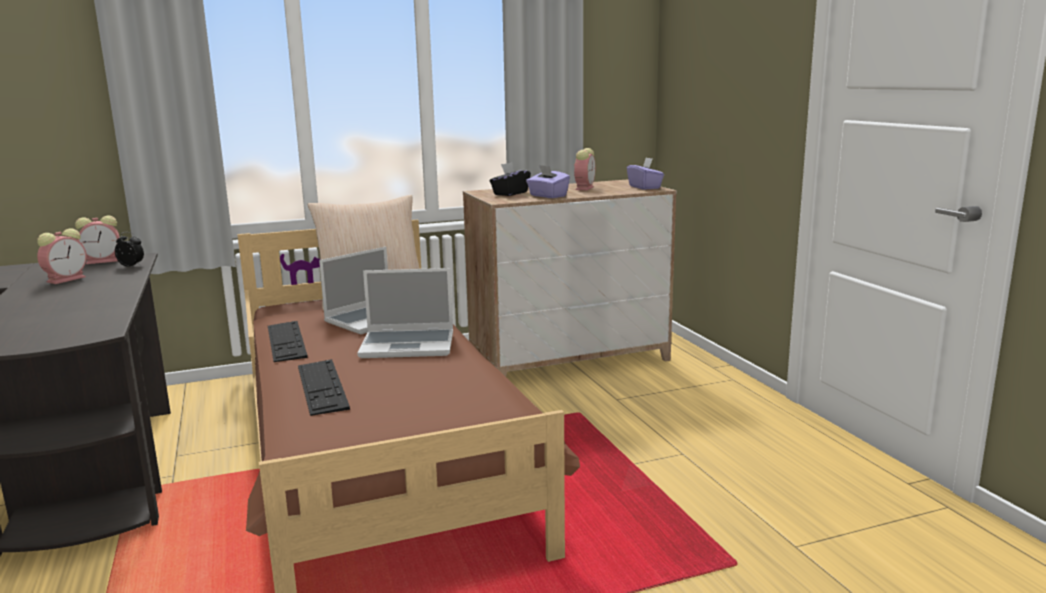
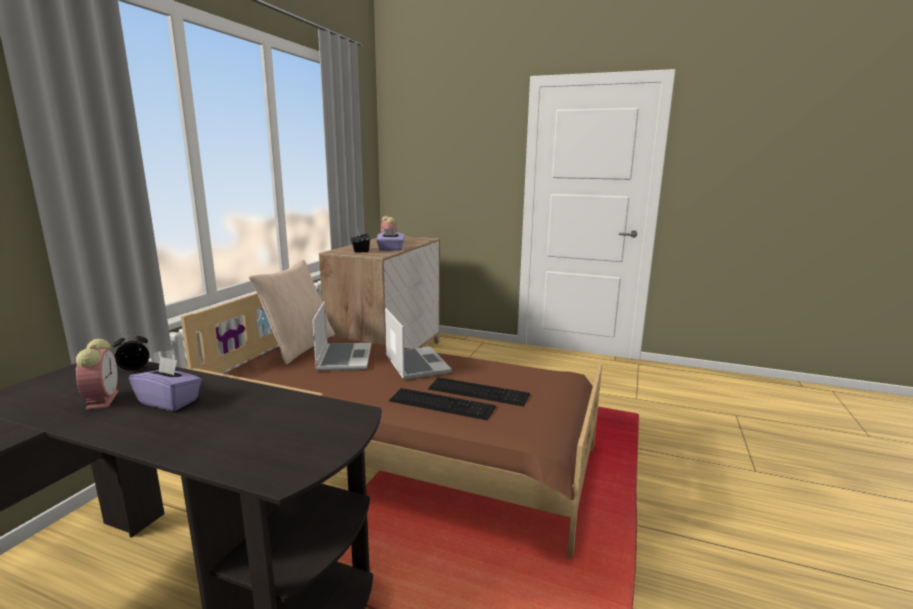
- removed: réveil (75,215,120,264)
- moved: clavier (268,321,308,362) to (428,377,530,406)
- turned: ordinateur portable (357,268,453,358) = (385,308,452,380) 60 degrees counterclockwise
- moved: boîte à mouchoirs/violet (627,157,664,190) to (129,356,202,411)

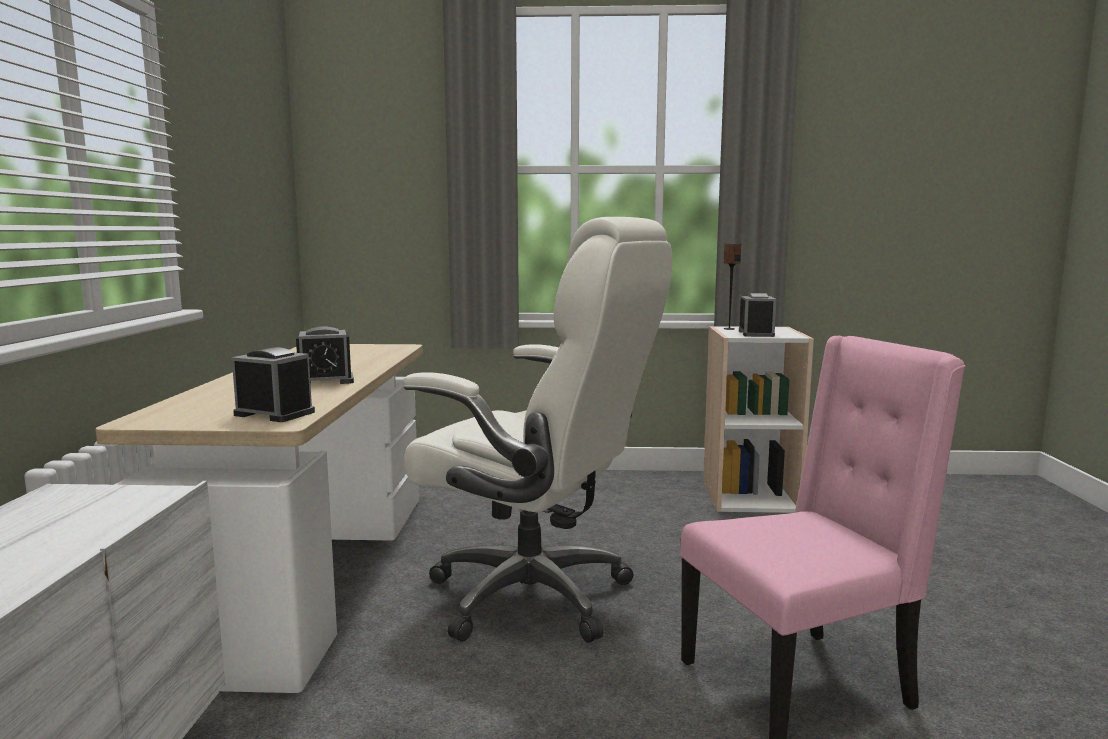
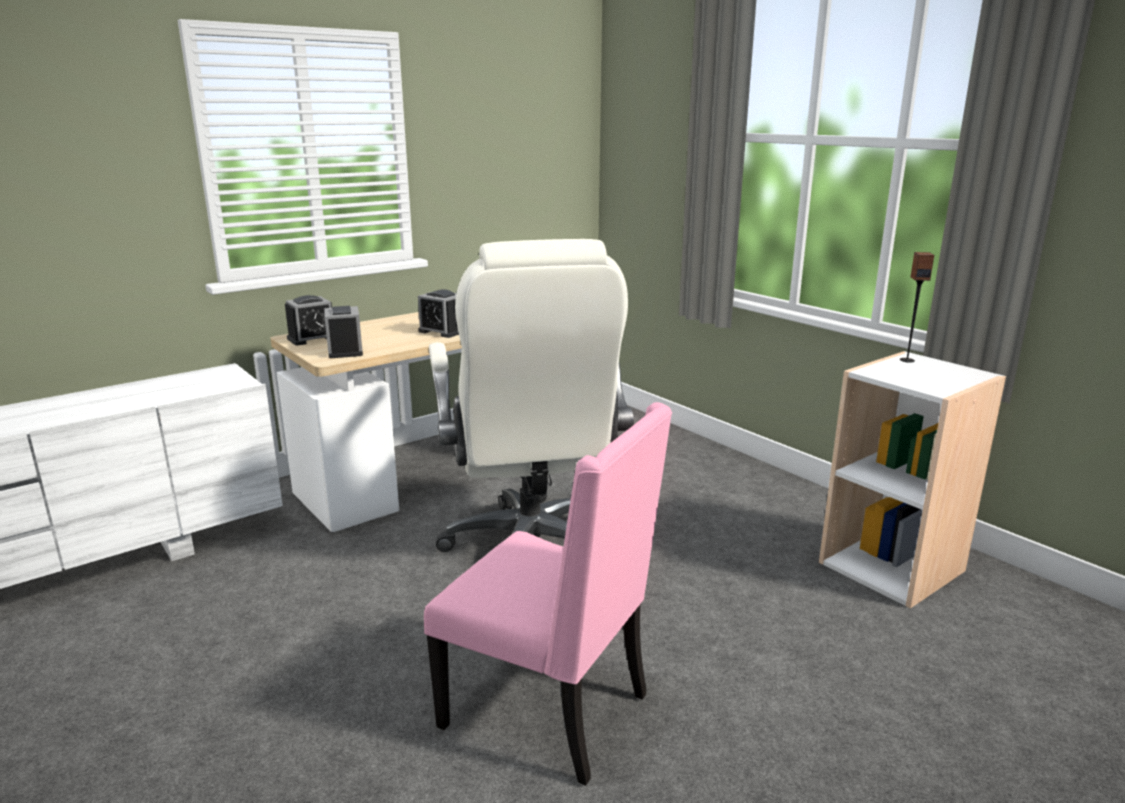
- moved: réveil (739,293,776,337) to (285,295,332,345)

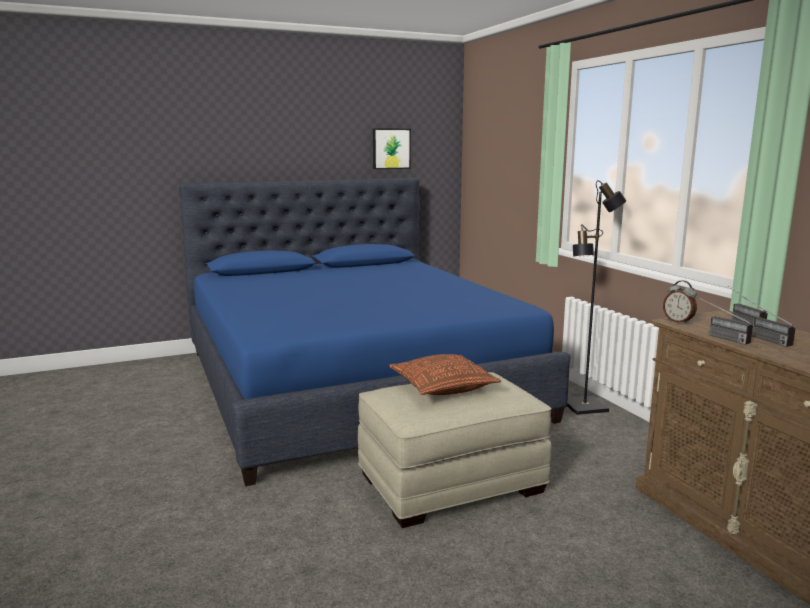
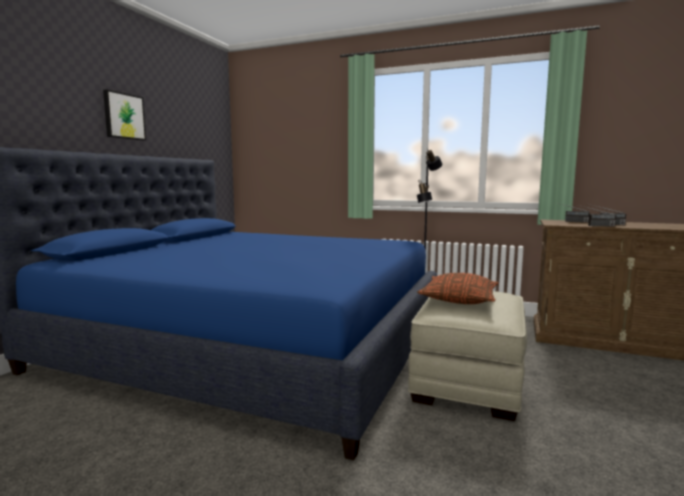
- moved: tableau (373,128,411,169) to (103,89,146,140)
- removed: réveil (663,280,697,324)

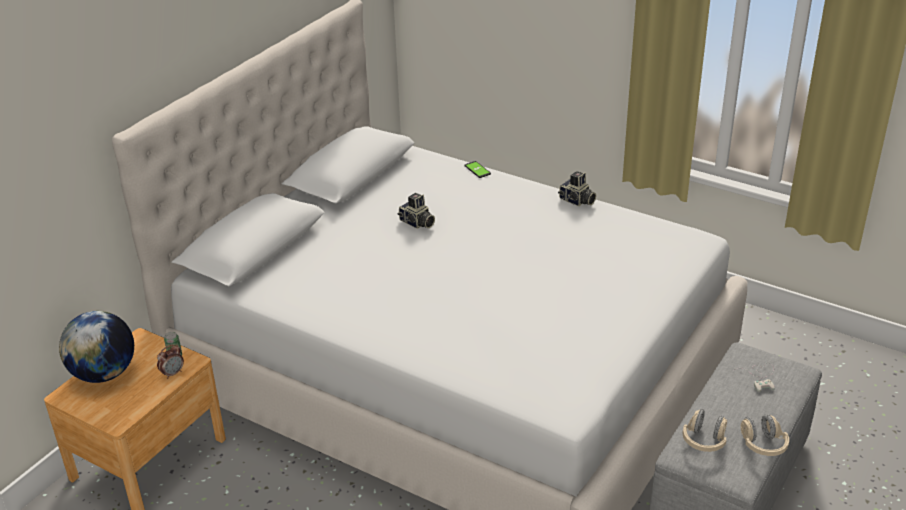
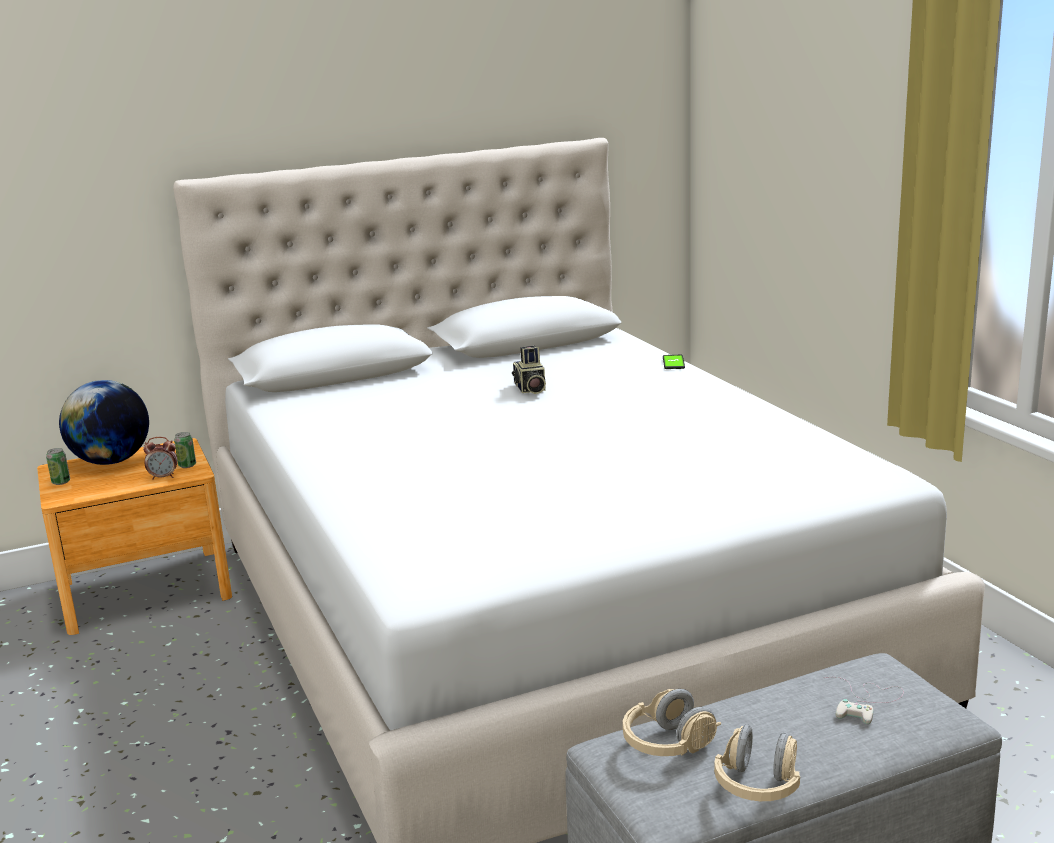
- removed: appareil photo (558,171,596,206)
- added: boîte métallique (46,448,70,485)

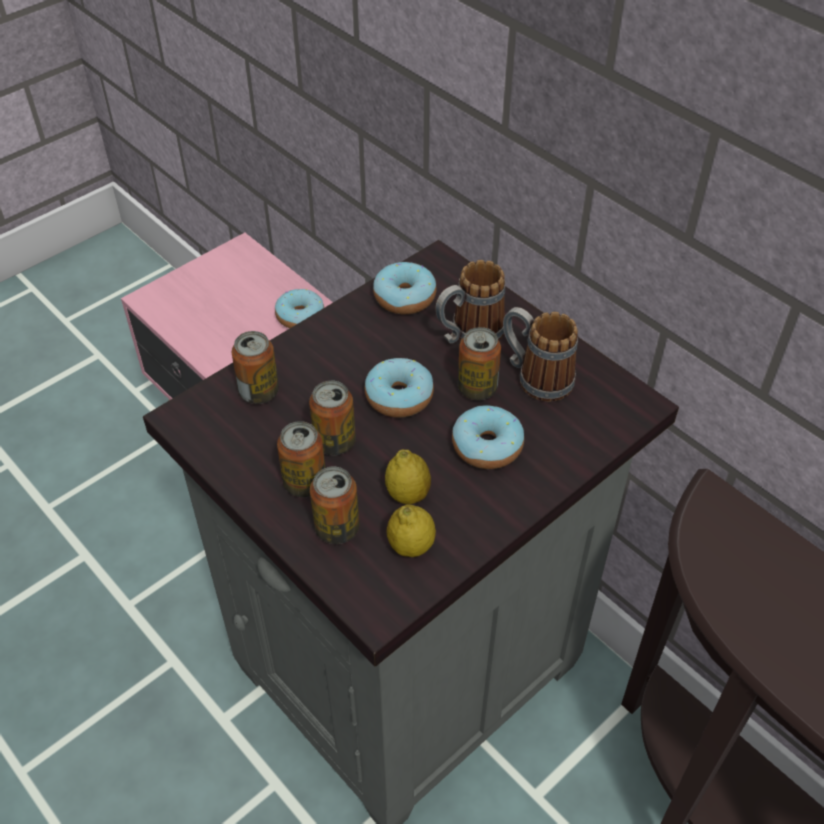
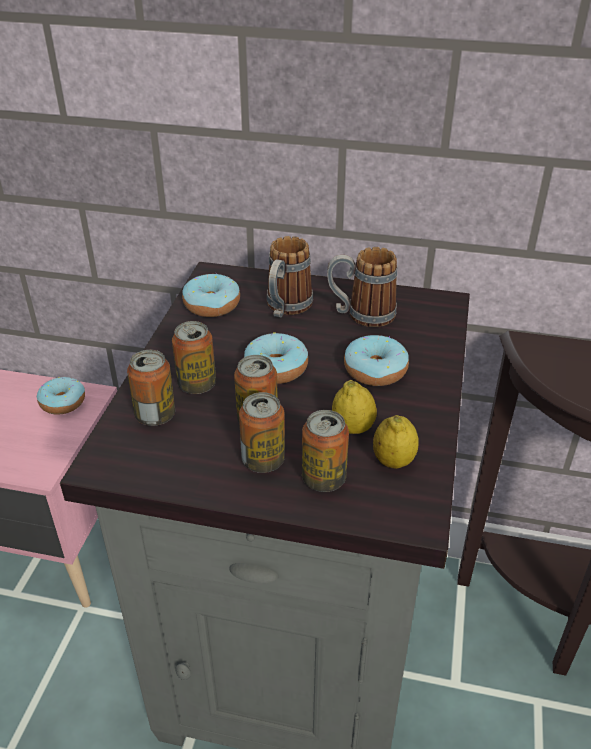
- moved: boîte métallique (458,327,501,400) to (172,321,216,394)

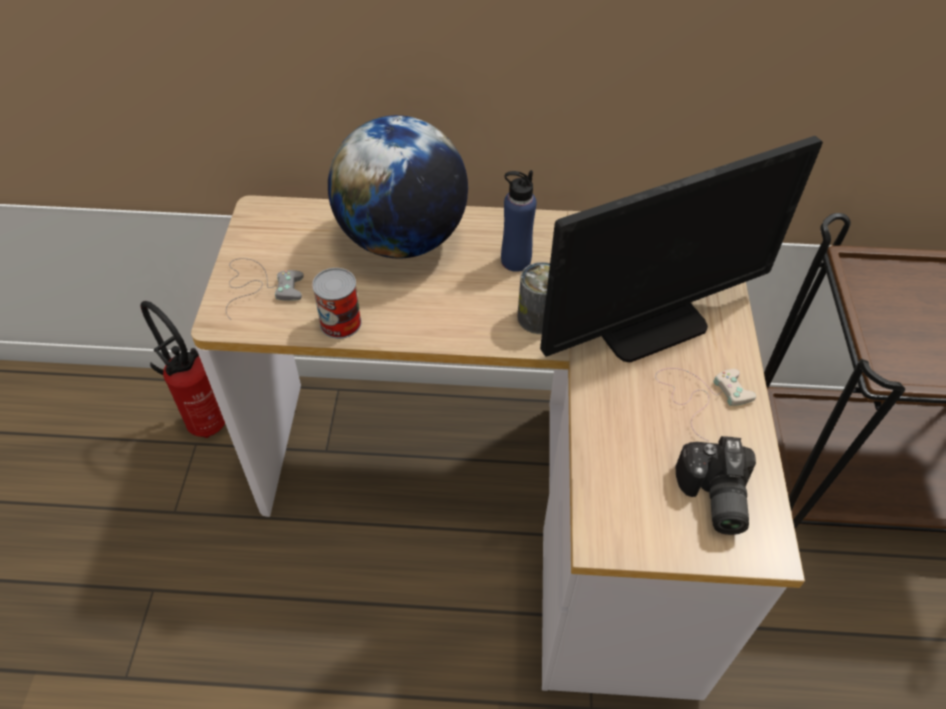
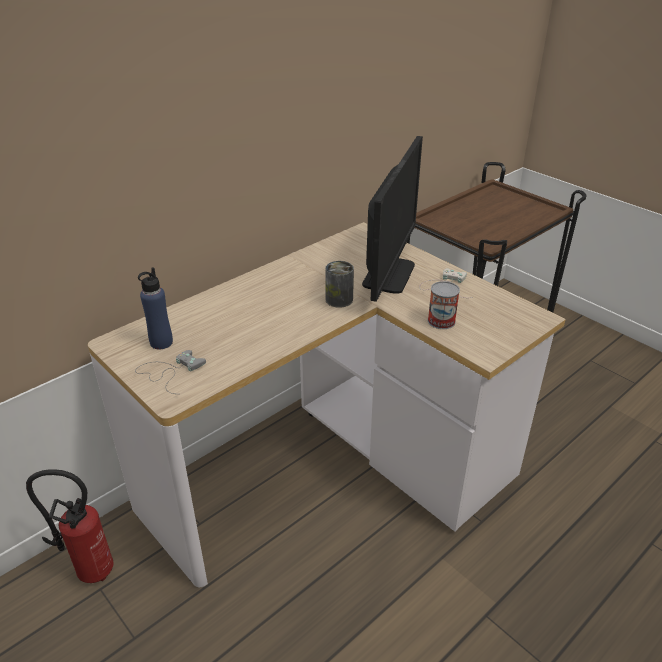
- moved: boîte métallique (312,268,361,339) to (428,281,460,329)
- removed: globe (328,115,468,258)
- moved: bouteille/bleu (501,170,537,272) to (138,267,173,349)
- removed: appareil photo (675,436,756,535)

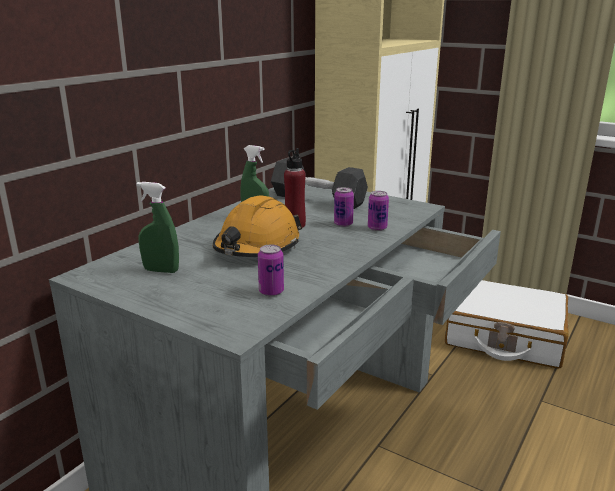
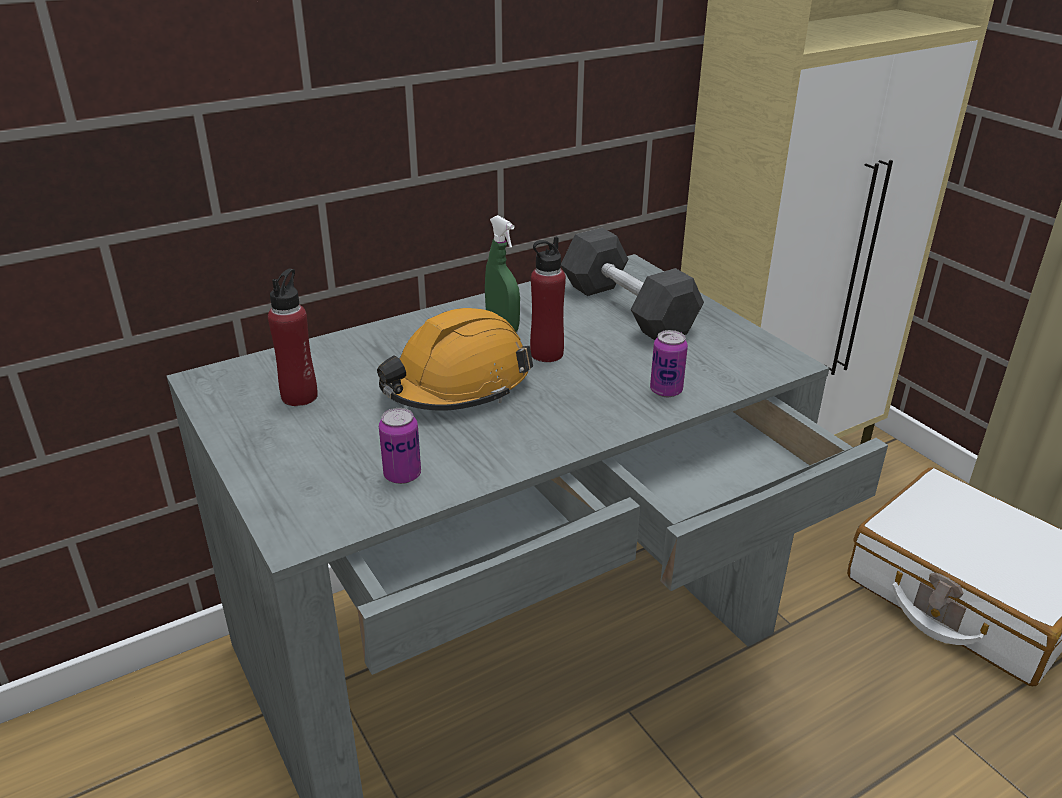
- replaced: vaporisateur/vert (137,182,179,273) to bouteille/rouge (268,268,318,406)
- removed: boîte métallique (334,187,354,227)

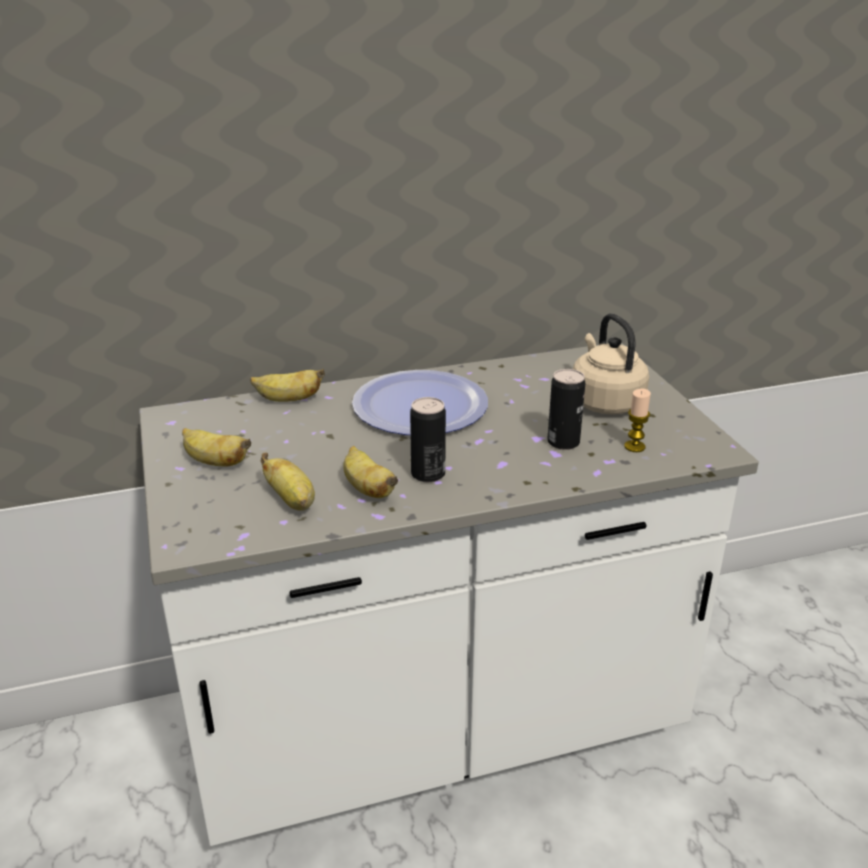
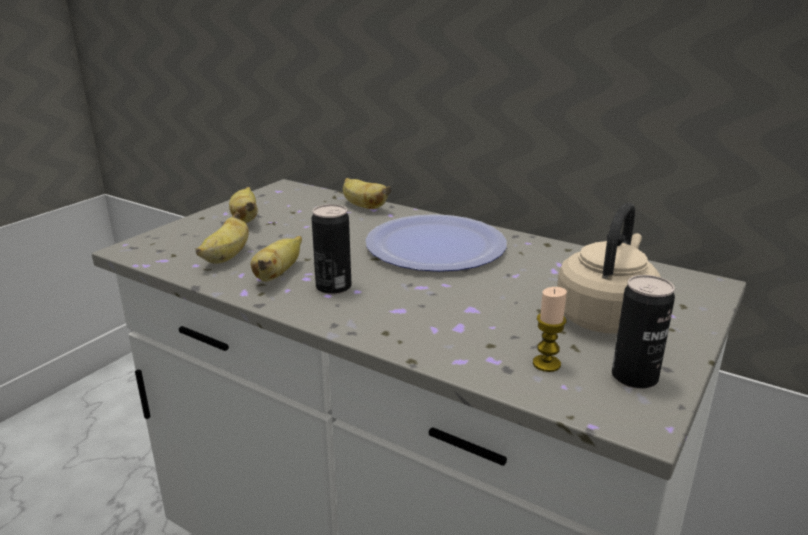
- moved: boîte métallique (547,369,585,450) to (612,275,675,389)

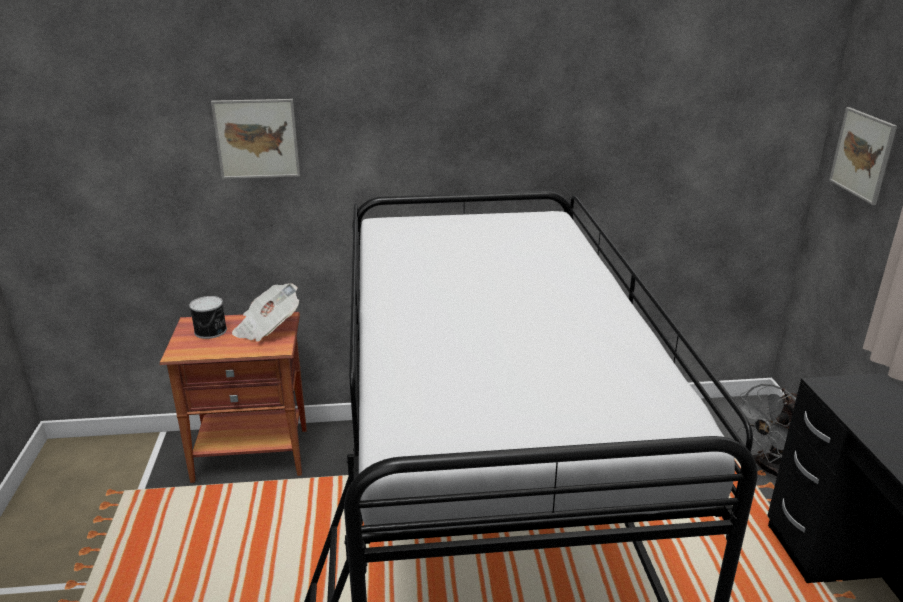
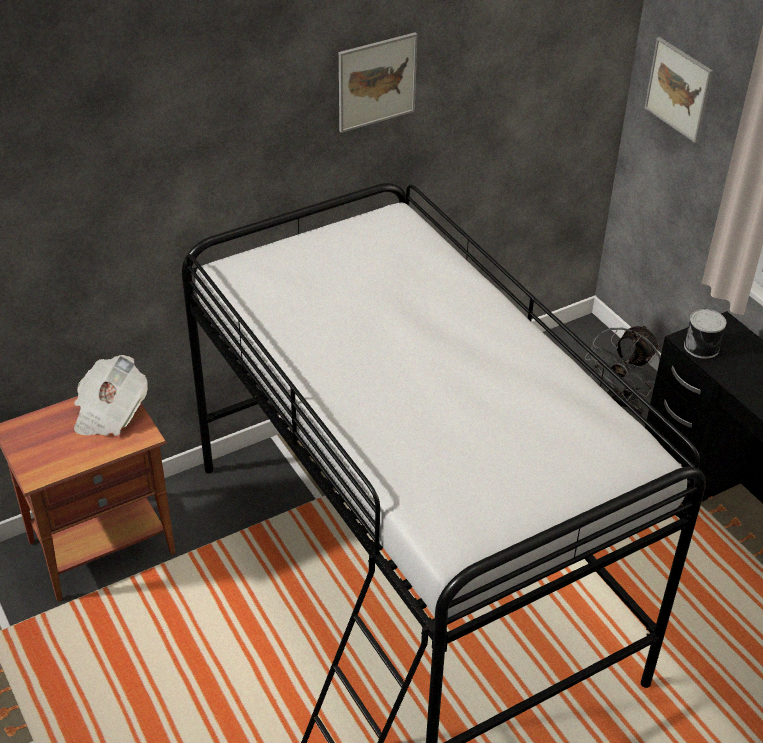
- moved: boîte métallique (189,296,227,339) to (684,309,726,359)
- moved: tableau (211,99,300,179) to (339,32,418,133)

